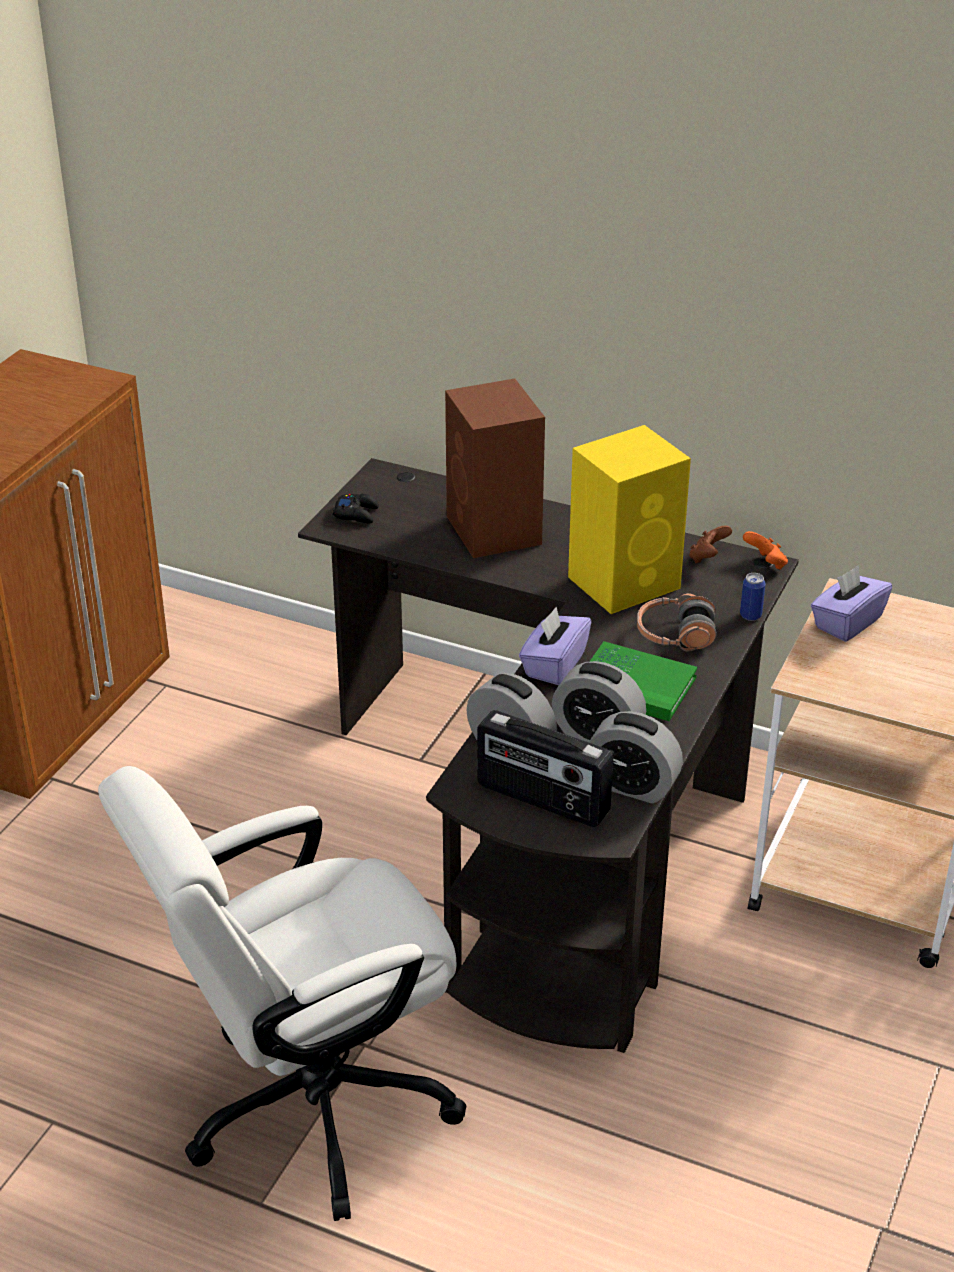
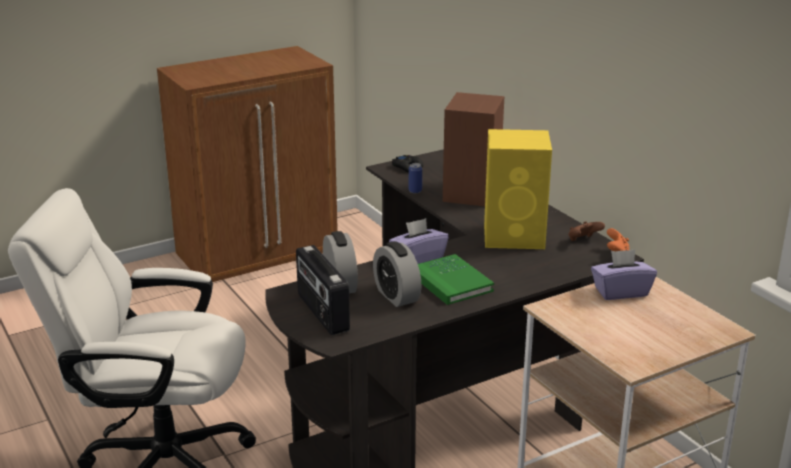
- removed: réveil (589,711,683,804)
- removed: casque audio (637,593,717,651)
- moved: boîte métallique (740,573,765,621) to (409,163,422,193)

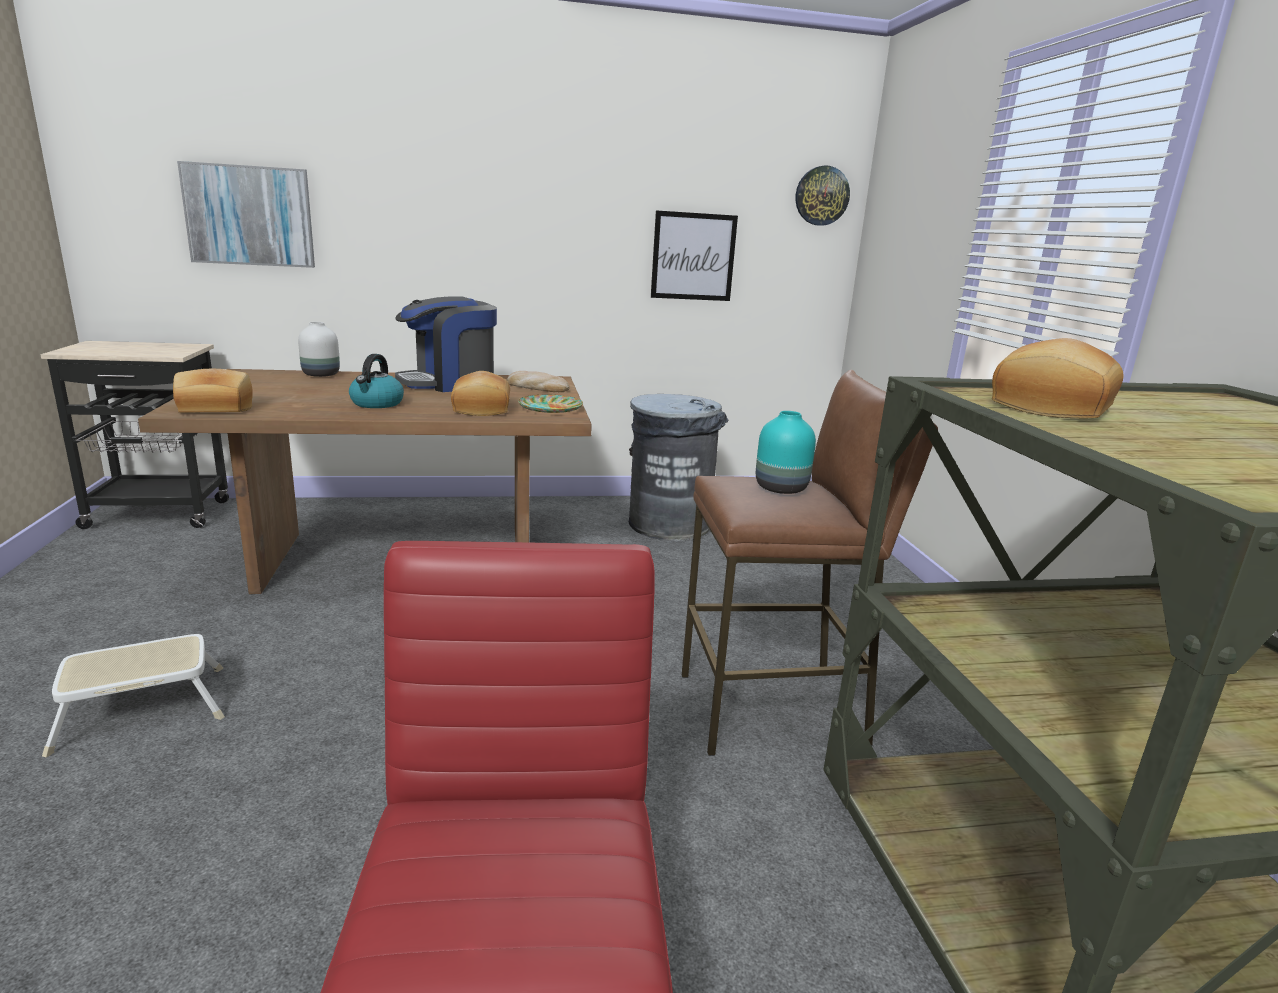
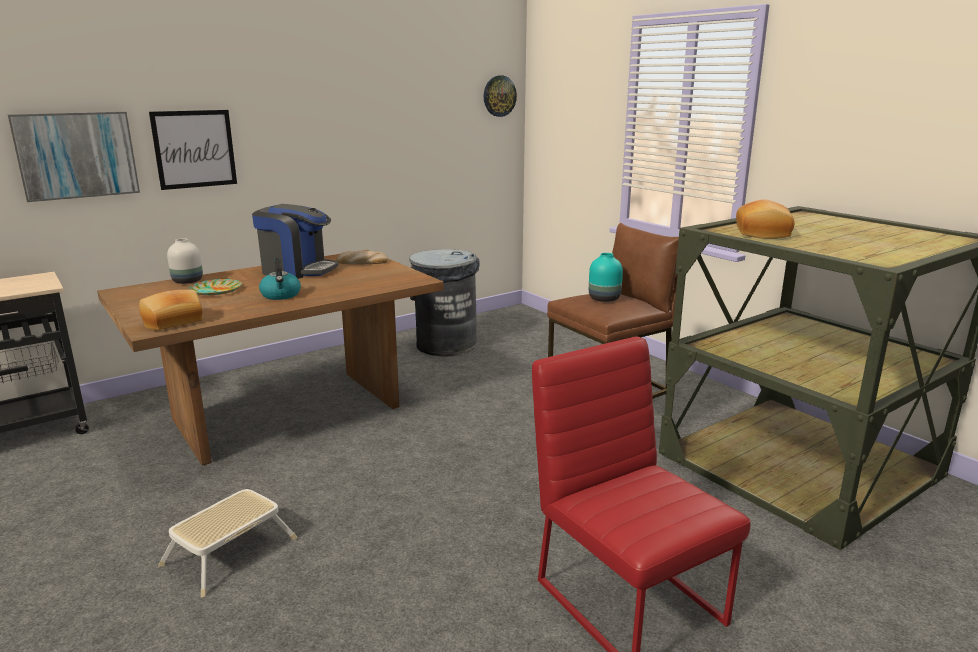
- turned: machine à café (395,296,497,392) = (252,204,339,279) 105 degrees counterclockwise
- removed: pain (451,371,510,416)
- moved: assiette (518,395,583,413) to (189,279,242,295)
- moved: tableau (651,210,738,301) to (149,110,237,190)

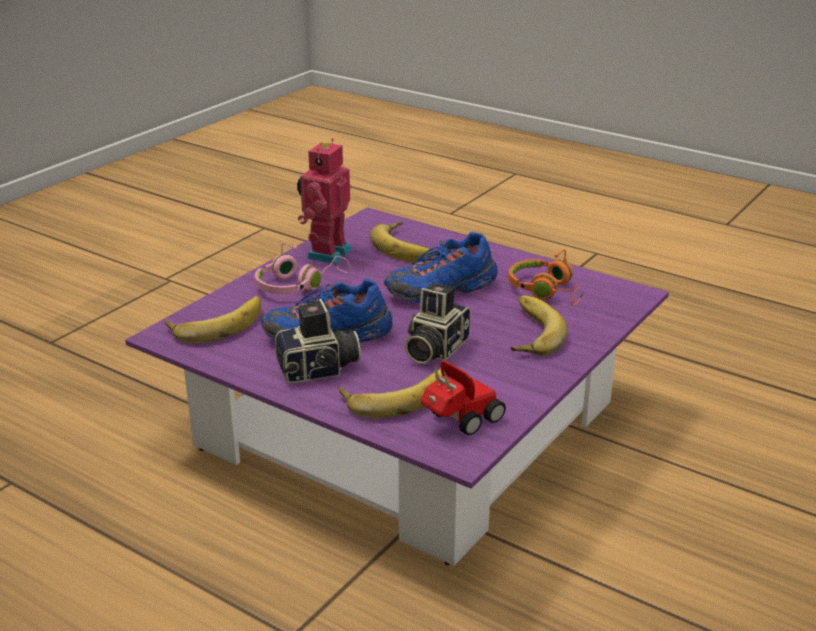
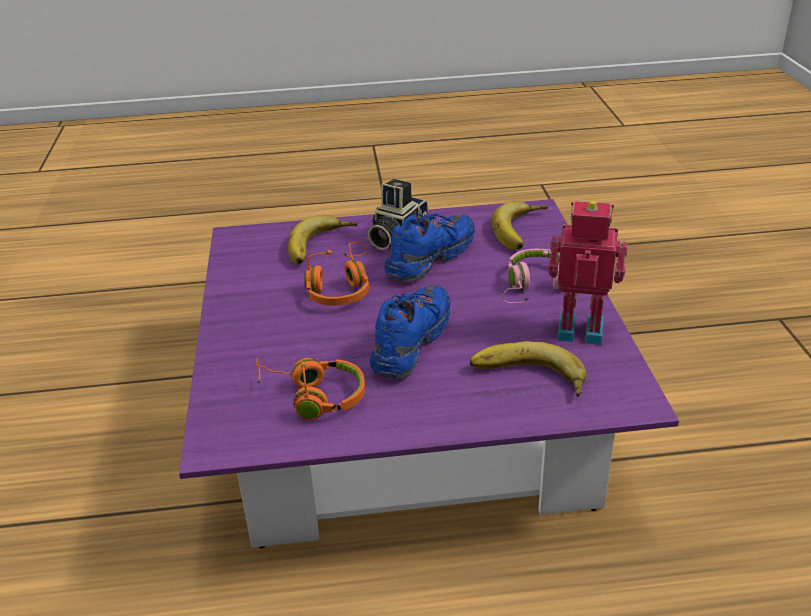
- turned: robot jouet (297,138,352,264) = (548,201,628,345) 60 degrees counterclockwise
- replaced: appareil photo (405,283,471,364) to casque audio/orange (304,242,369,306)
- removed: petite voiture (421,360,506,435)
- removed: banane (511,296,567,356)

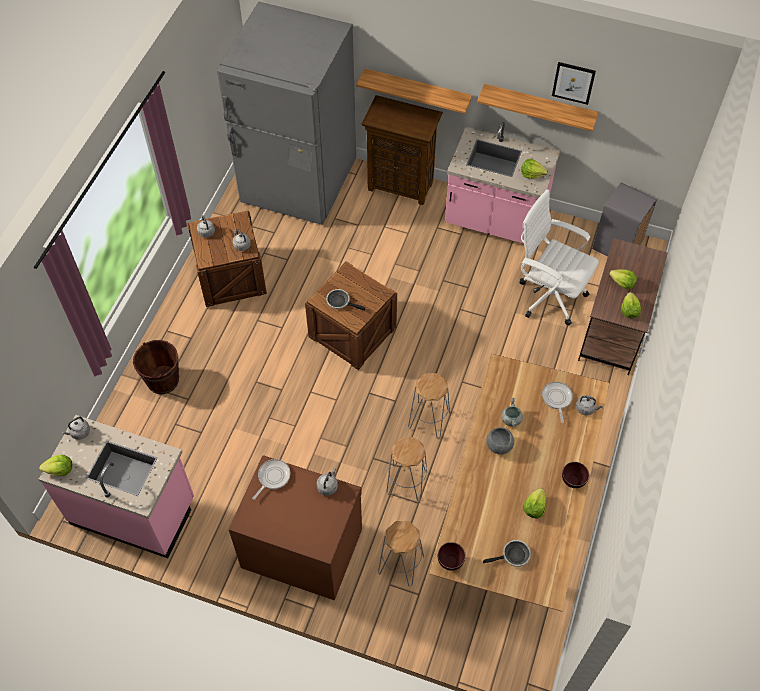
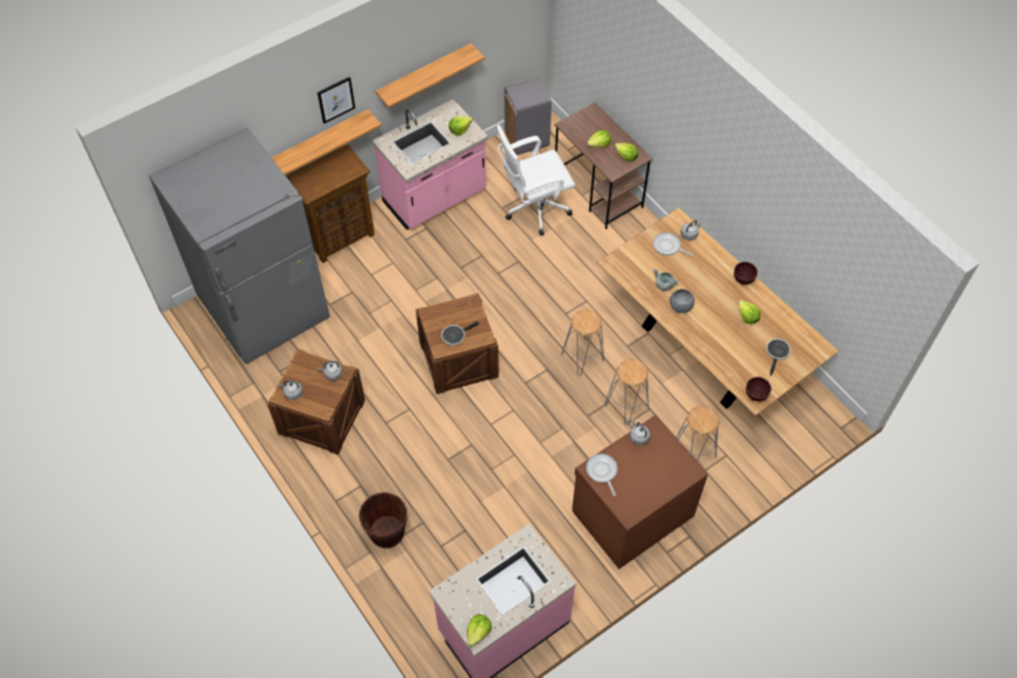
- removed: bouilloire/gris (62,417,90,440)
- moved: tableau (552,62,596,105) to (317,77,355,124)

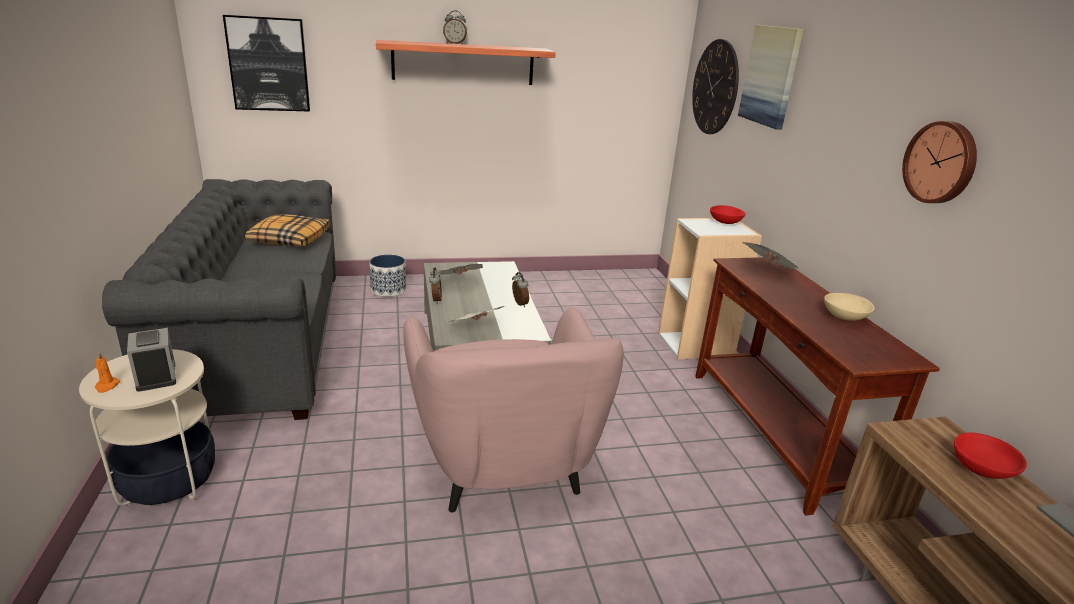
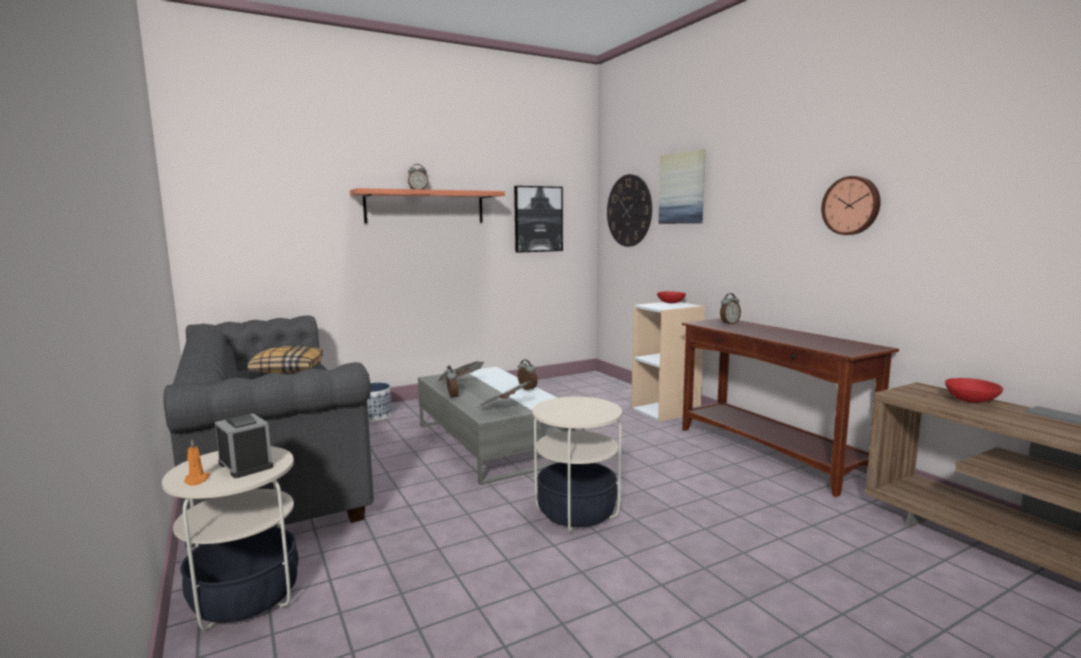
- moved: tableau (223,15,310,112) to (514,186,563,253)
- replaced: fauteuil/rose (403,307,624,512) to table d'appoint/beige (532,397,622,533)
- replaced: journal (742,242,798,270) to réveil (720,293,741,325)
- removed: bol/beige (824,293,875,321)

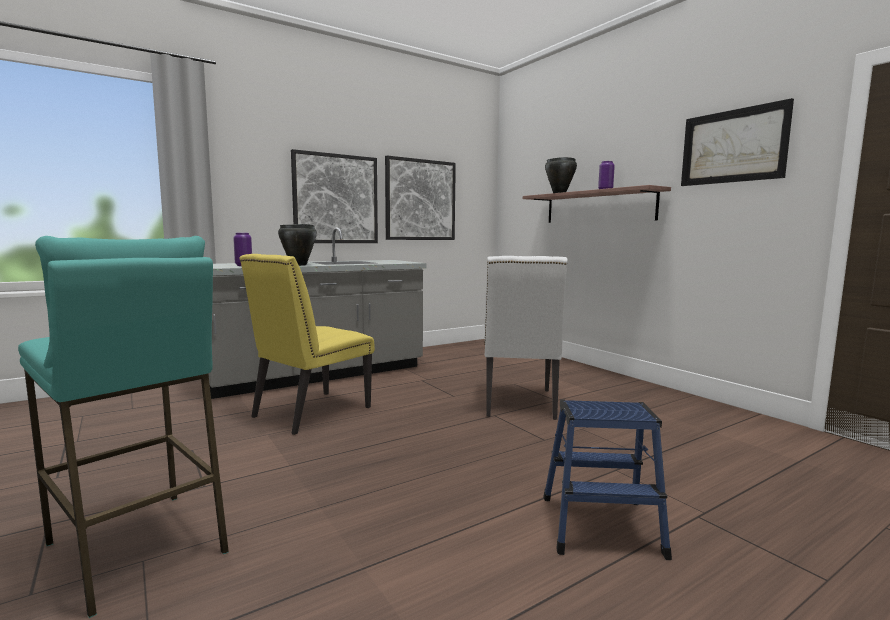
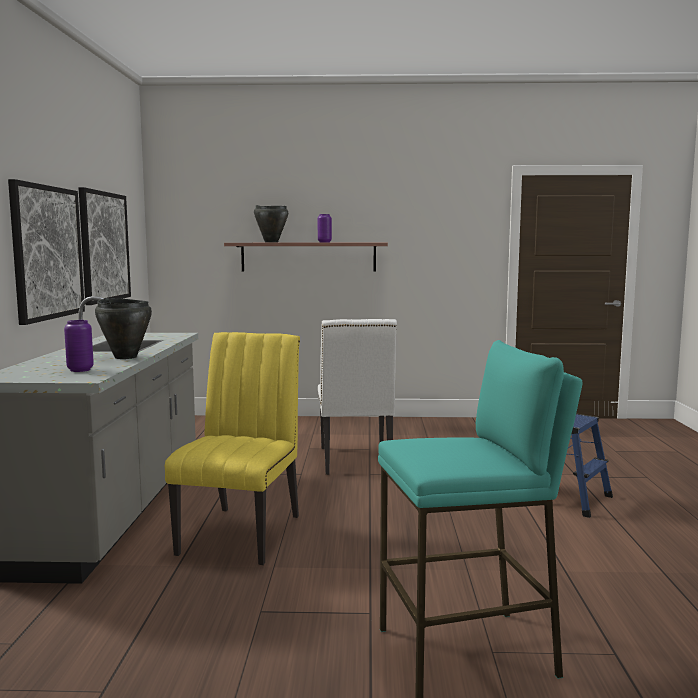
- turned: chaise/jaune (240,254,375,435) = (165,332,300,565) 150 degrees counterclockwise
- turned: chaise/blanc (484,256,568,420) = (318,319,397,475) 45 degrees clockwise
- removed: tableau (681,98,794,186)

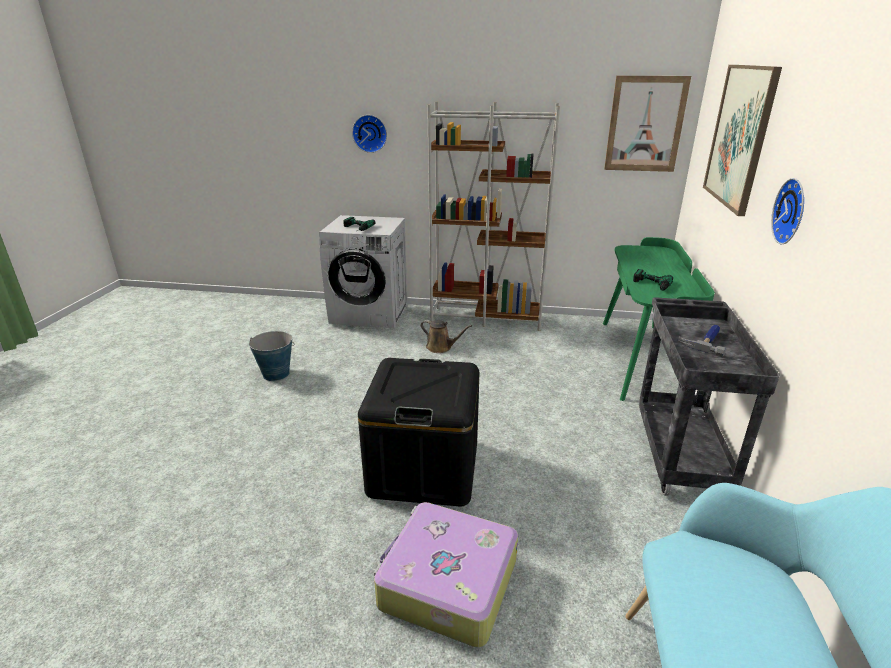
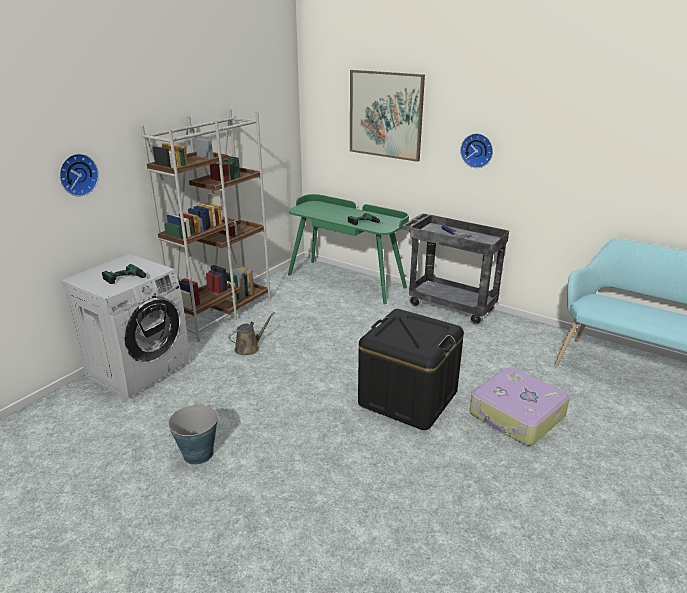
- removed: tableau (604,76,691,172)

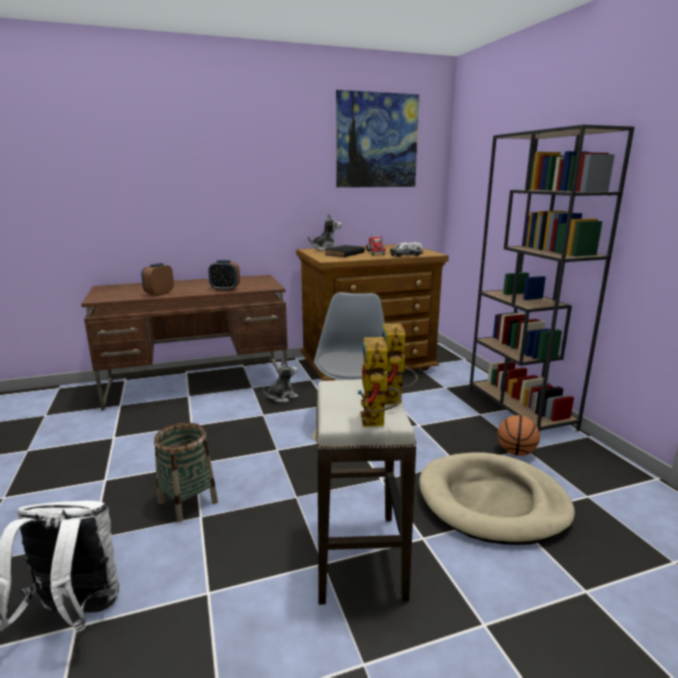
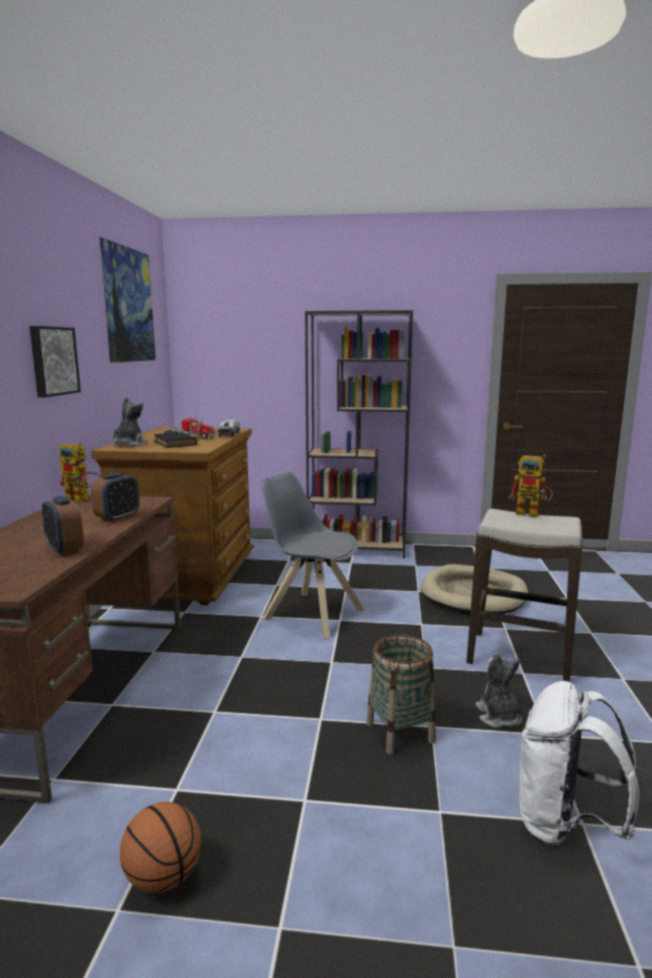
- moved: peluche (263,360,298,403) to (475,653,522,728)
- moved: robot jouet (357,337,401,427) to (59,442,100,503)
- moved: ballon de basket (498,415,540,456) to (120,802,201,893)
- added: tableau (29,326,81,397)

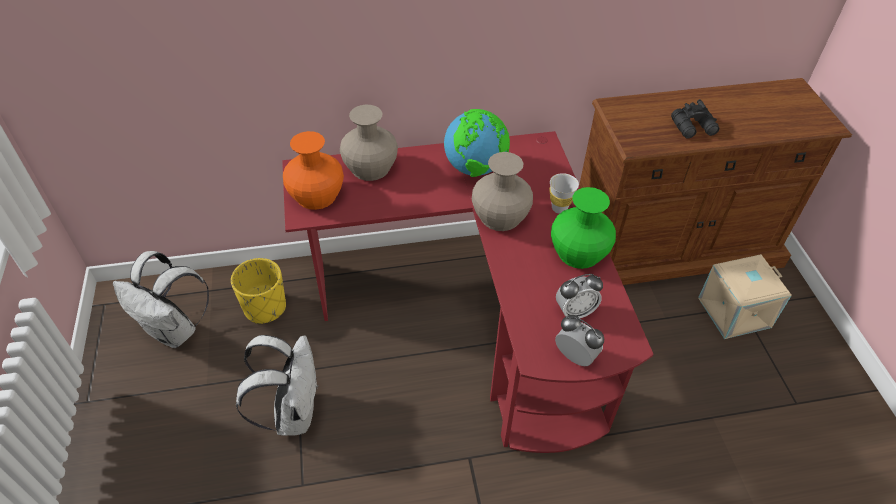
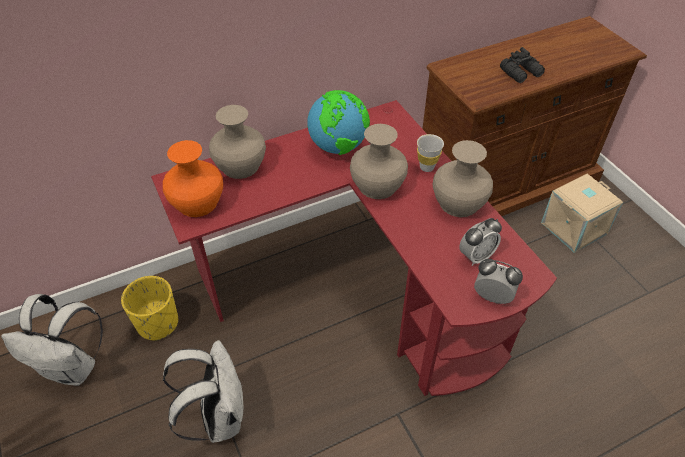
- recoloured: vase/vert (551,187,616,269) to vase/beige (433,140,493,217)

